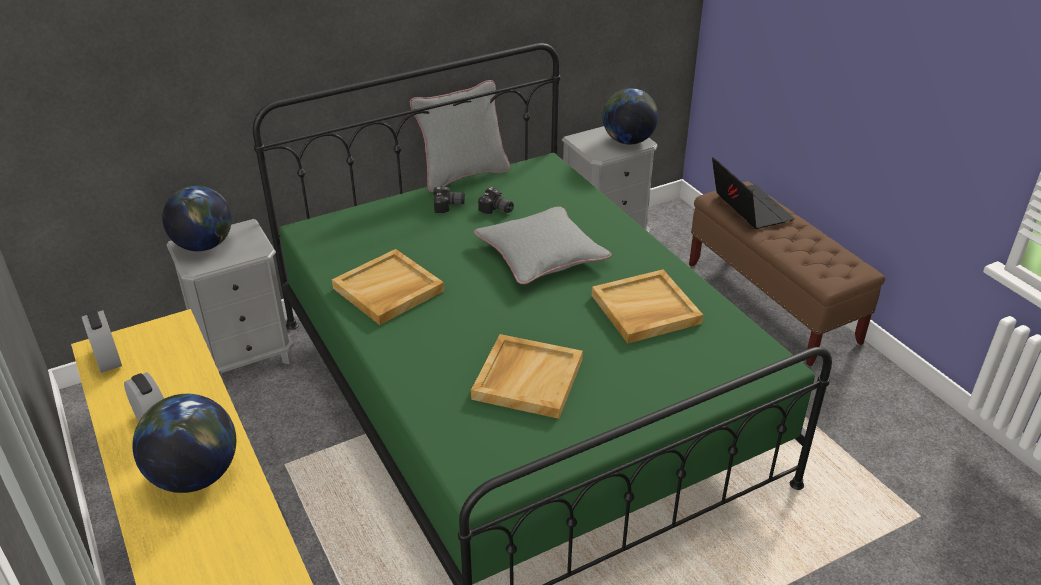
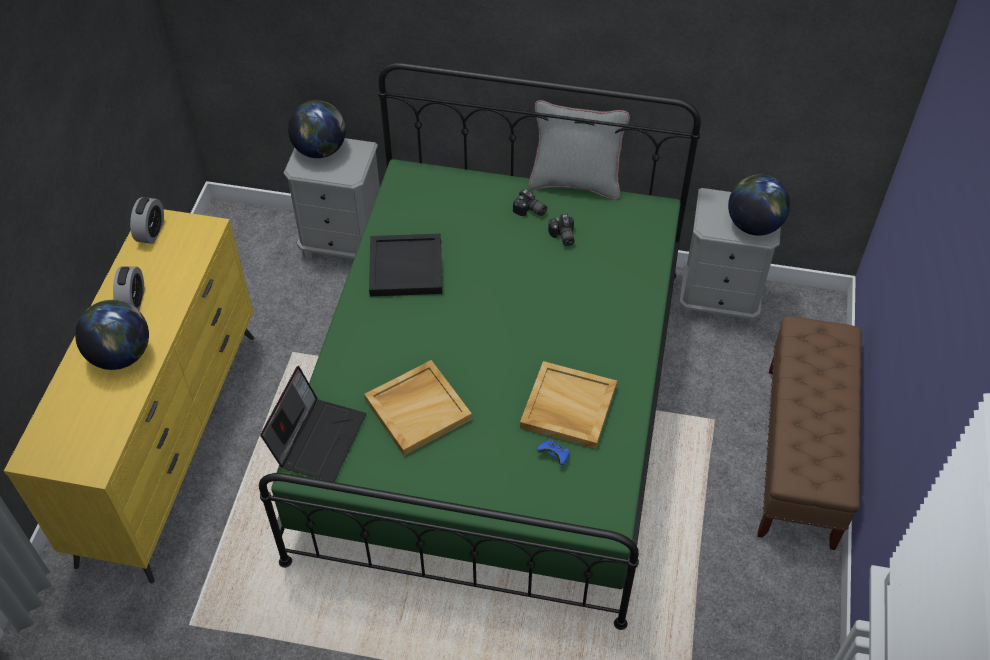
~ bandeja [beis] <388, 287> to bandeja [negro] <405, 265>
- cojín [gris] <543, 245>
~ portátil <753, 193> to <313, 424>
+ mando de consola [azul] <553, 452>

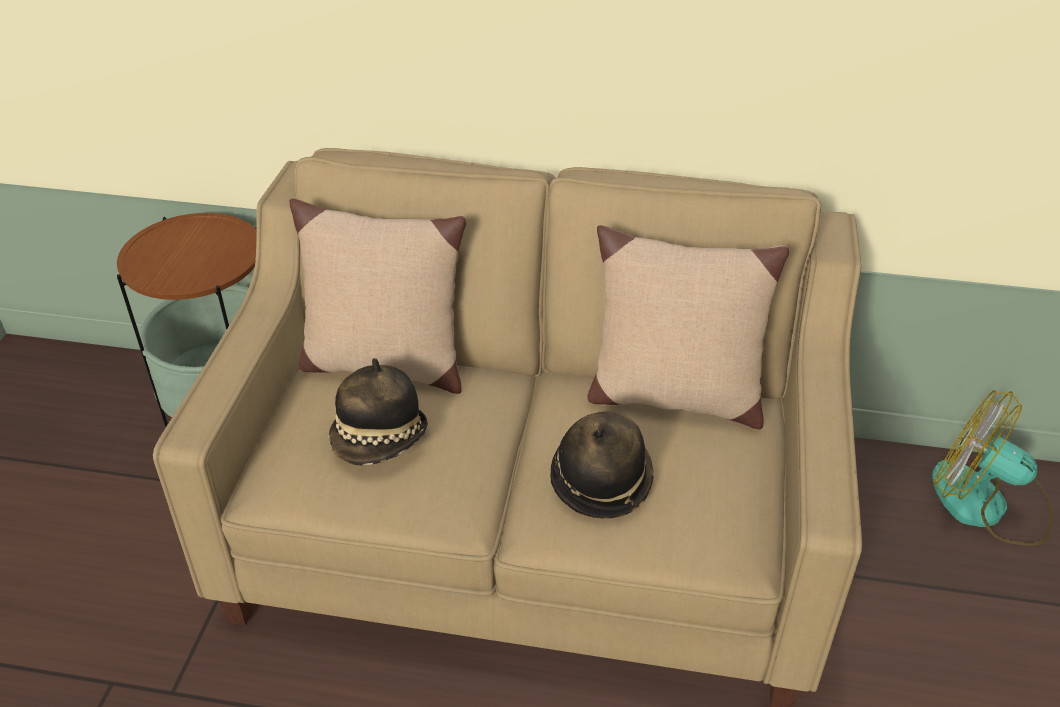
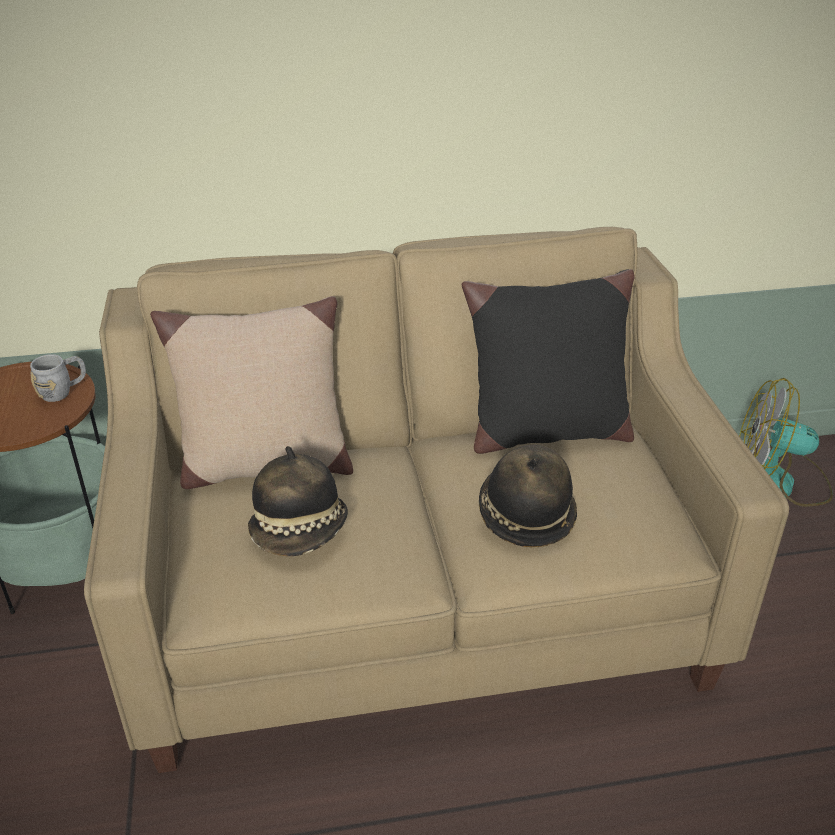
~ cojín [beis] <688, 327> to cojín [negro] <548, 361>
+ taza grande [gris] <58, 378>

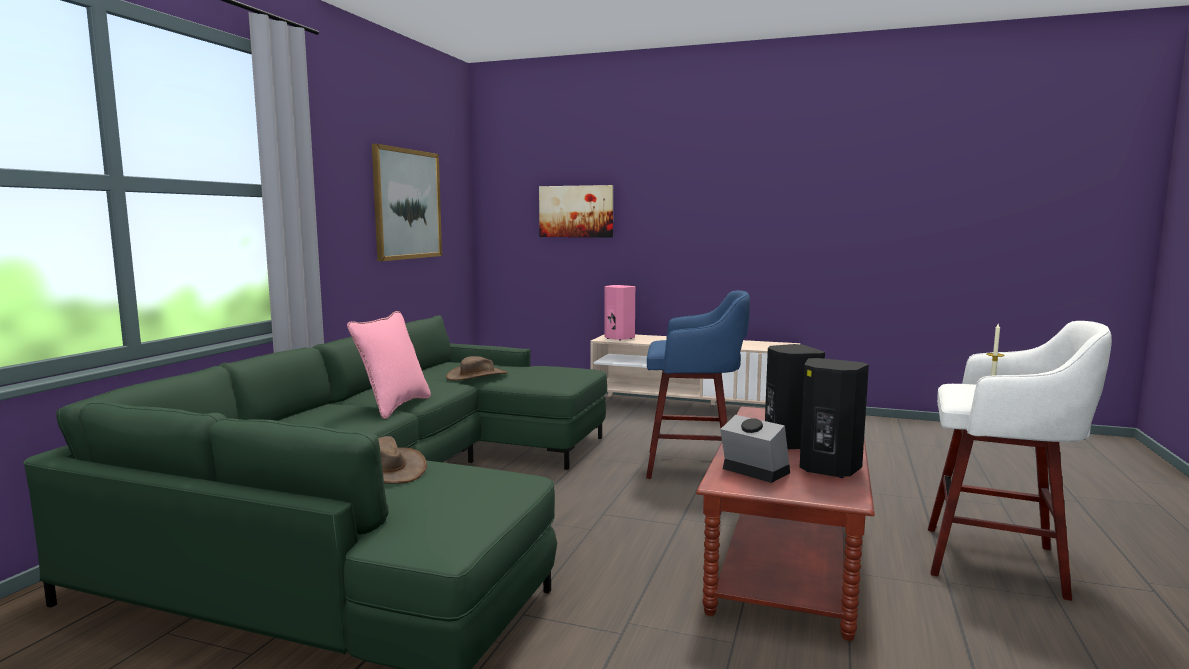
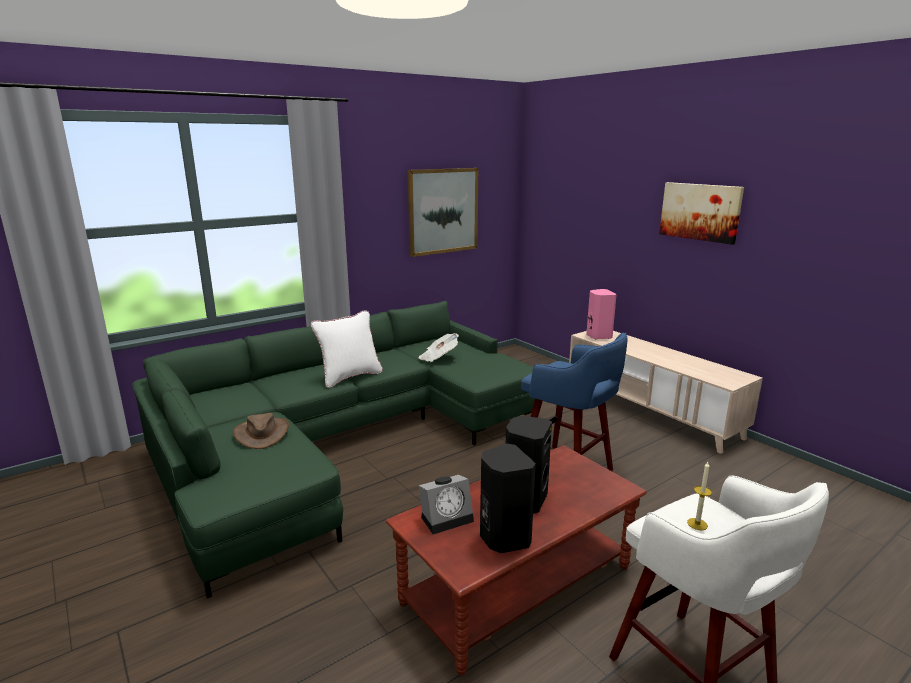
~ cojín [rosa] <389, 365> to cojín [blanco] <346, 349>
~ sombrero [marrón] <477, 368> to periódico <439, 347>
~ cuadro <576, 211> to <701, 213>
~ despertador <755, 449> = <446, 504> 75 degrees clockwise

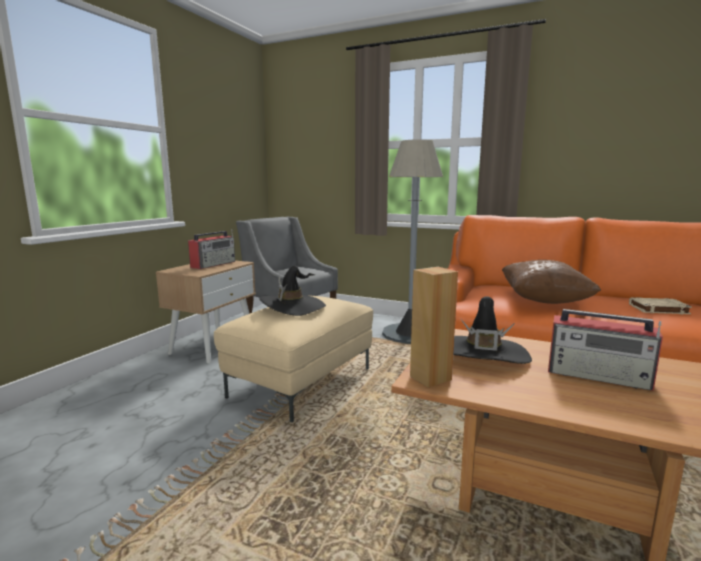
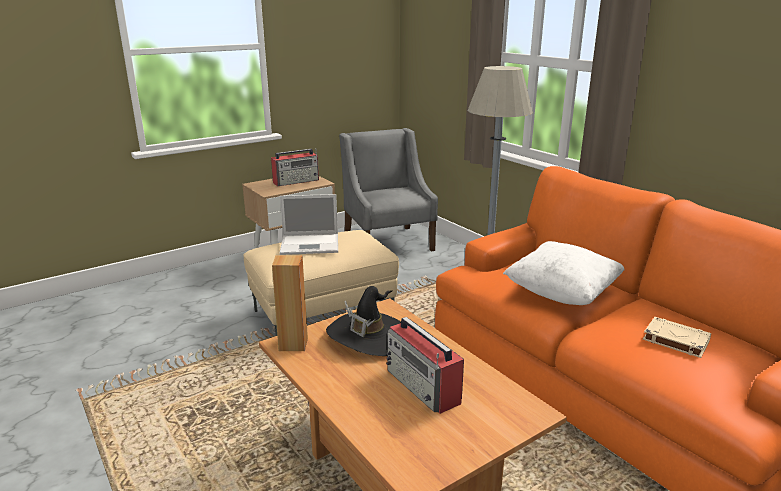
~ sombrero [negro] <292, 290> to portátil <309, 224>
~ cojín [marrón] <551, 282> to cojín [blanco] <564, 273>

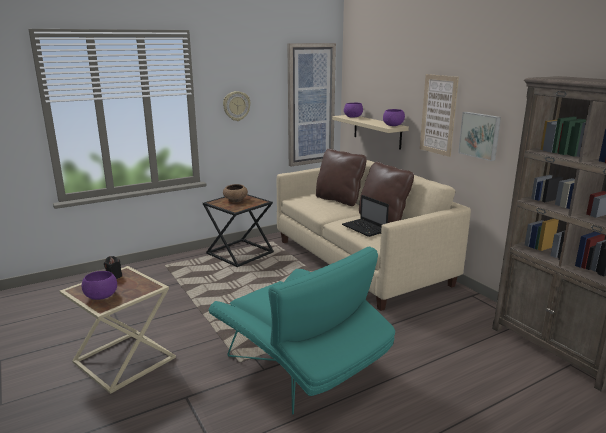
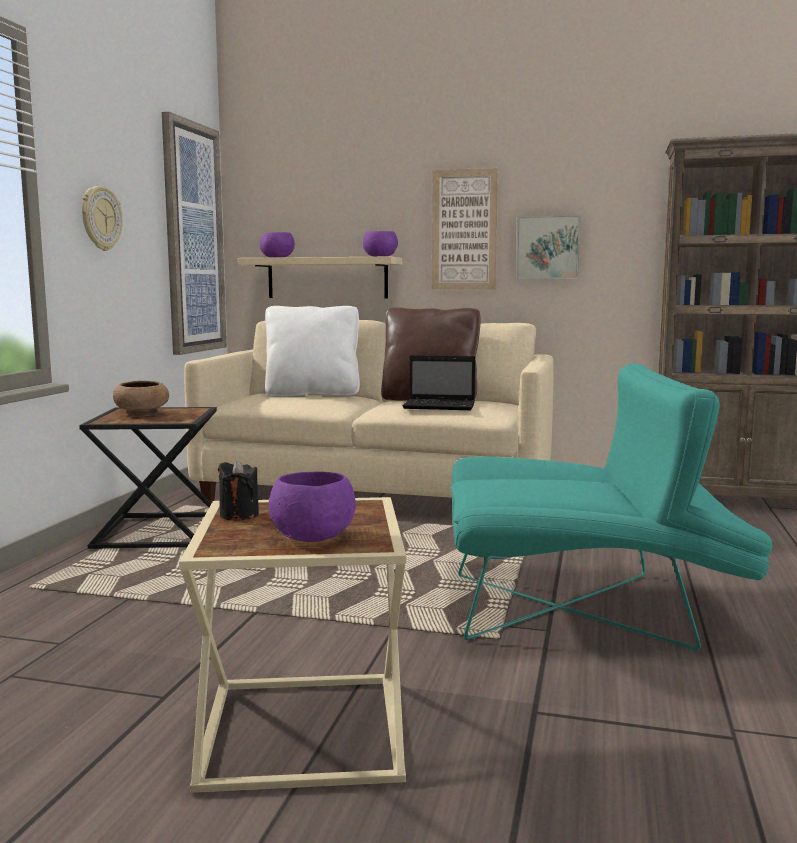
~ cojín [marrón] <341, 177> to cojín [blanco] <312, 351>

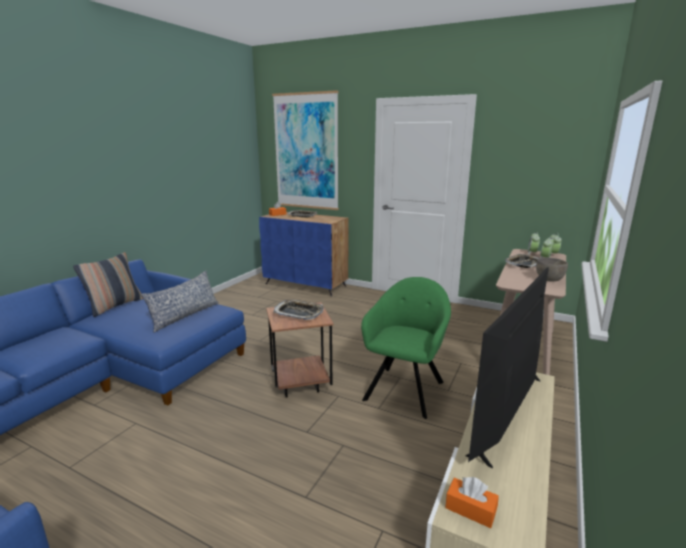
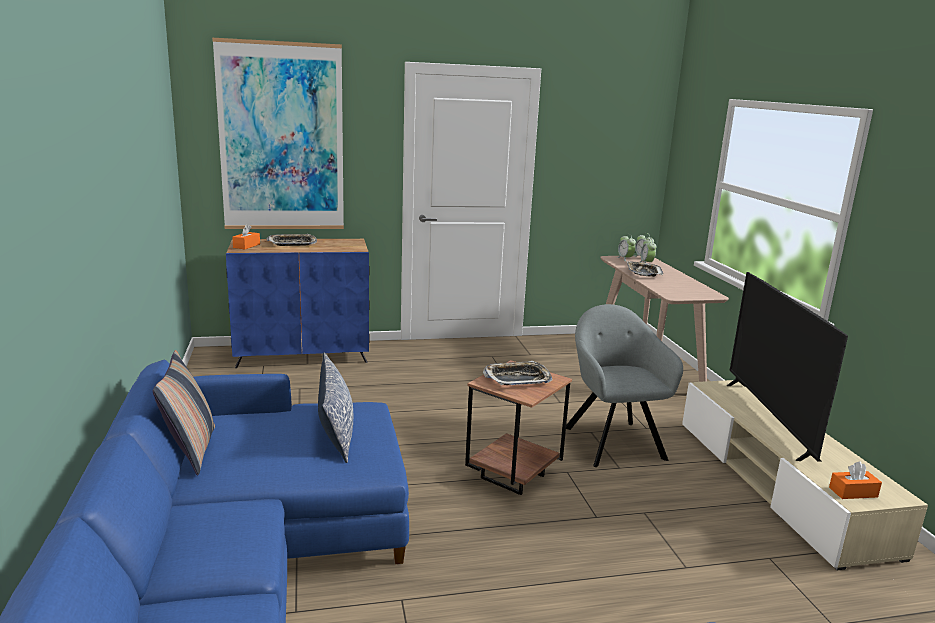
~ sillón [verde] <406, 348> to sillón [gris] <624, 385>
- cuenco [gris] <552, 269>

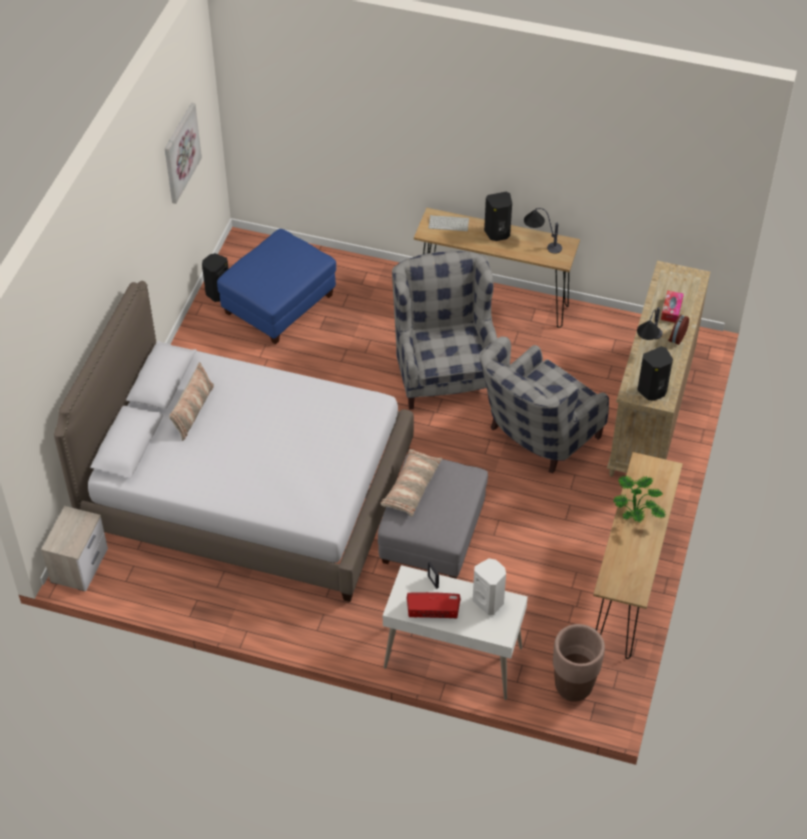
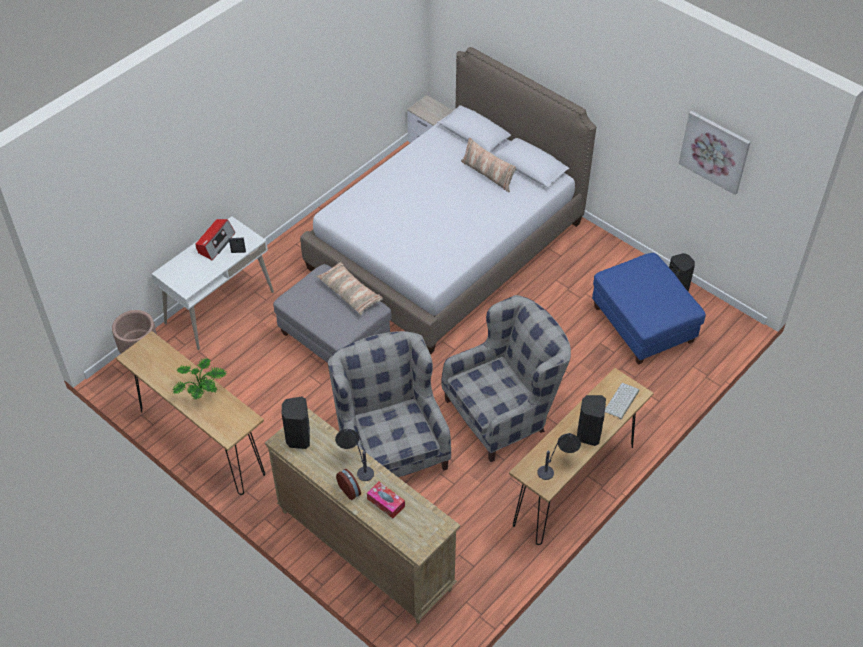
~ sillón [gris] <445, 330> = <506, 378> 45 degrees counterclockwise
- altavoz [blanco] <489, 586>

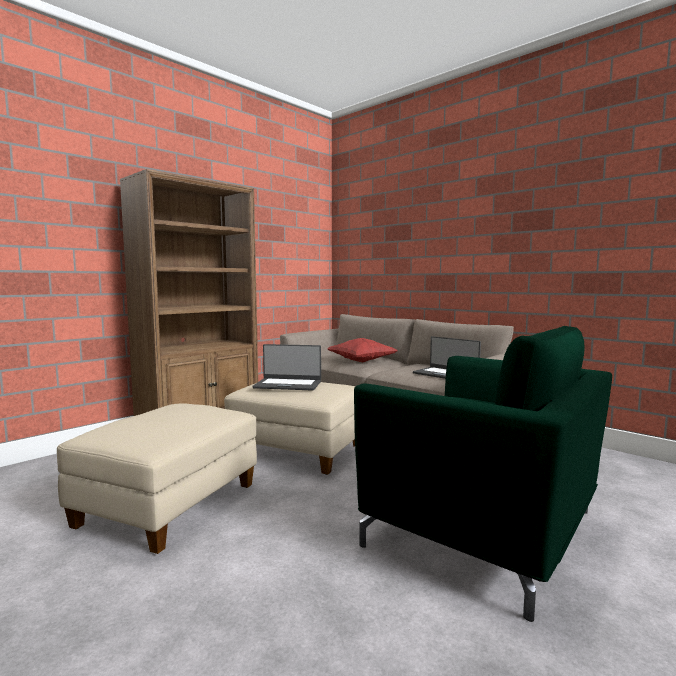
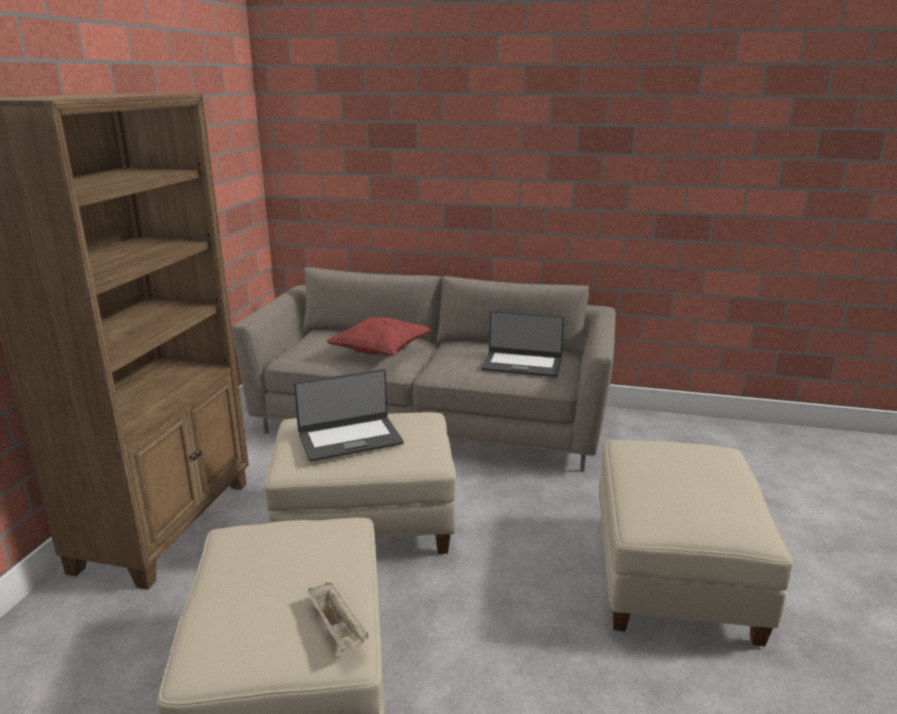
~ sillón [verde] <483, 474> to puf [beis] <696, 543>
+ bandeja [beis] <338, 617>

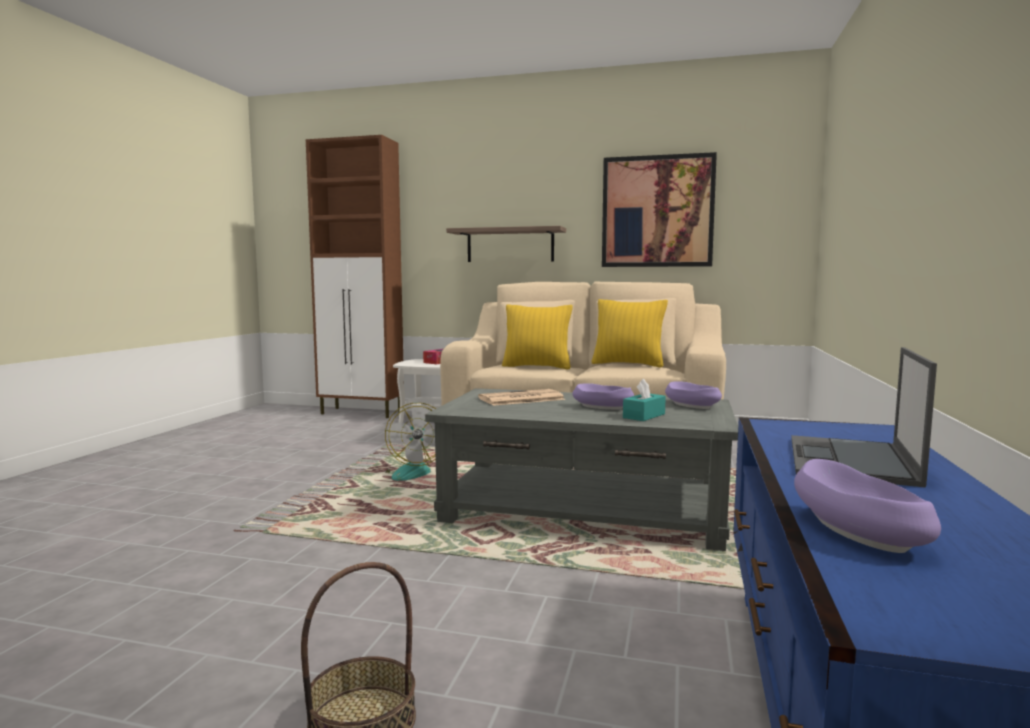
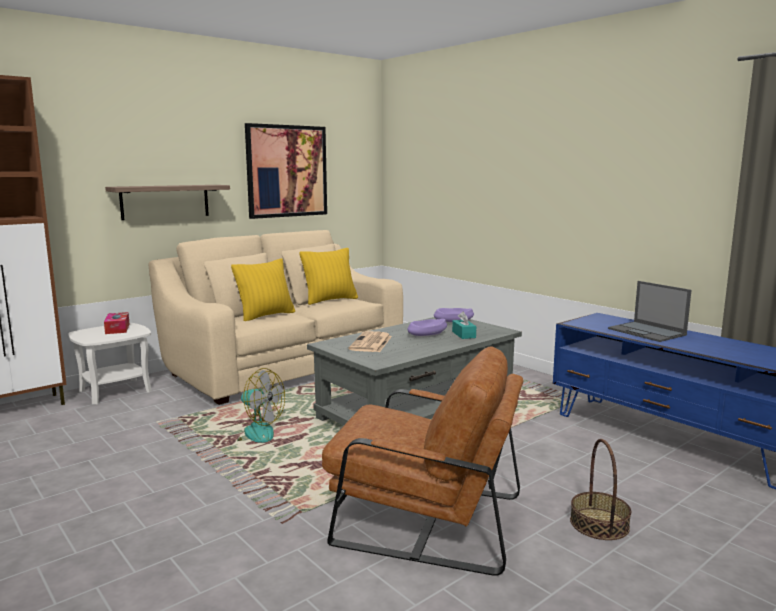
- cuenco [morado] <867, 506>
+ sillón [marrón] <423, 461>

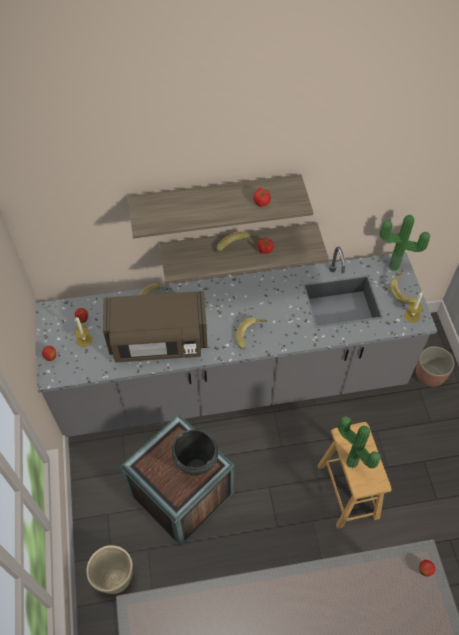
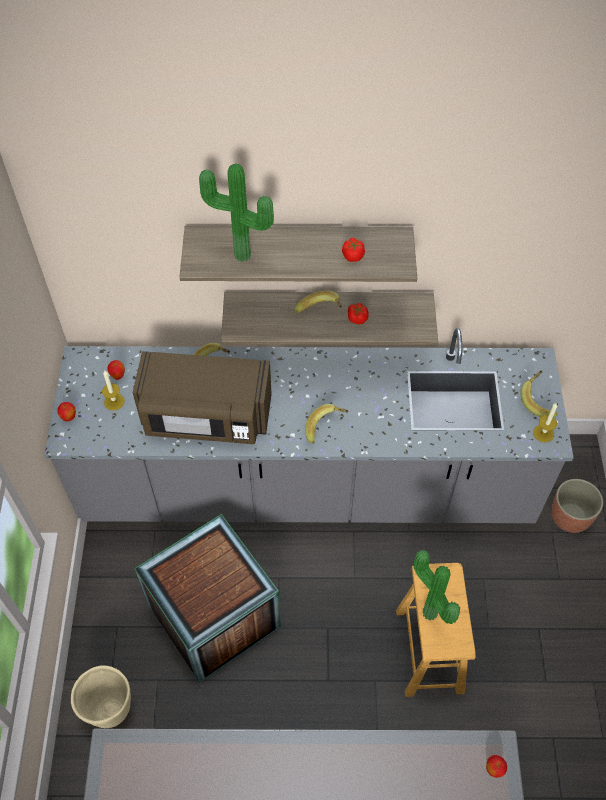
- olla [negro] <195, 452>
~ planta en maceta <405, 243> to <236, 212>

